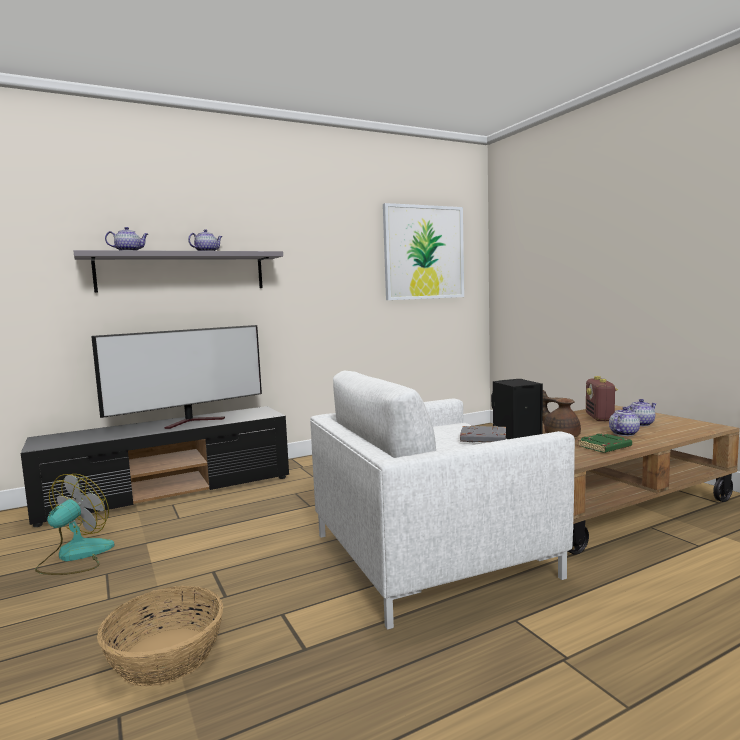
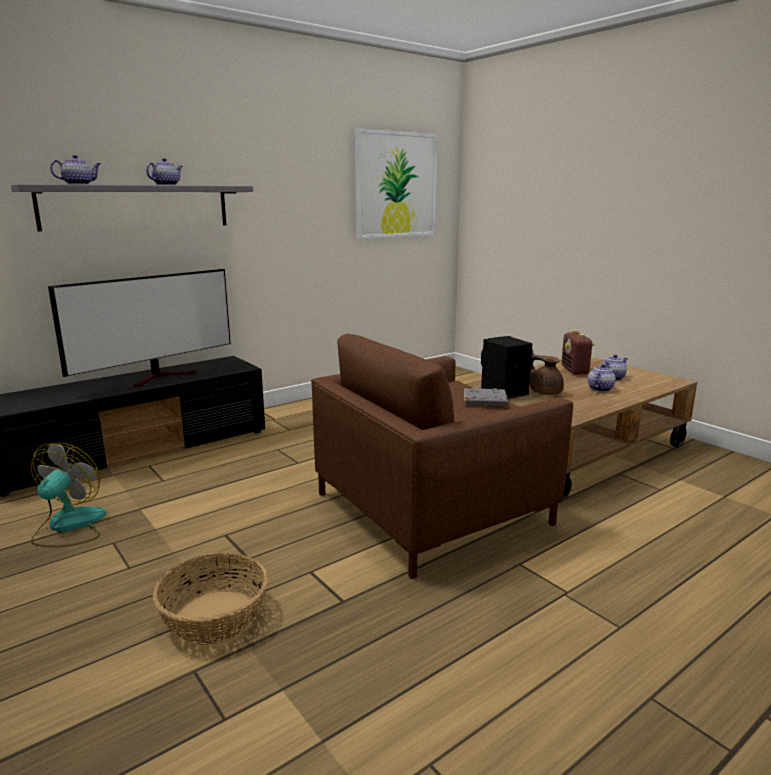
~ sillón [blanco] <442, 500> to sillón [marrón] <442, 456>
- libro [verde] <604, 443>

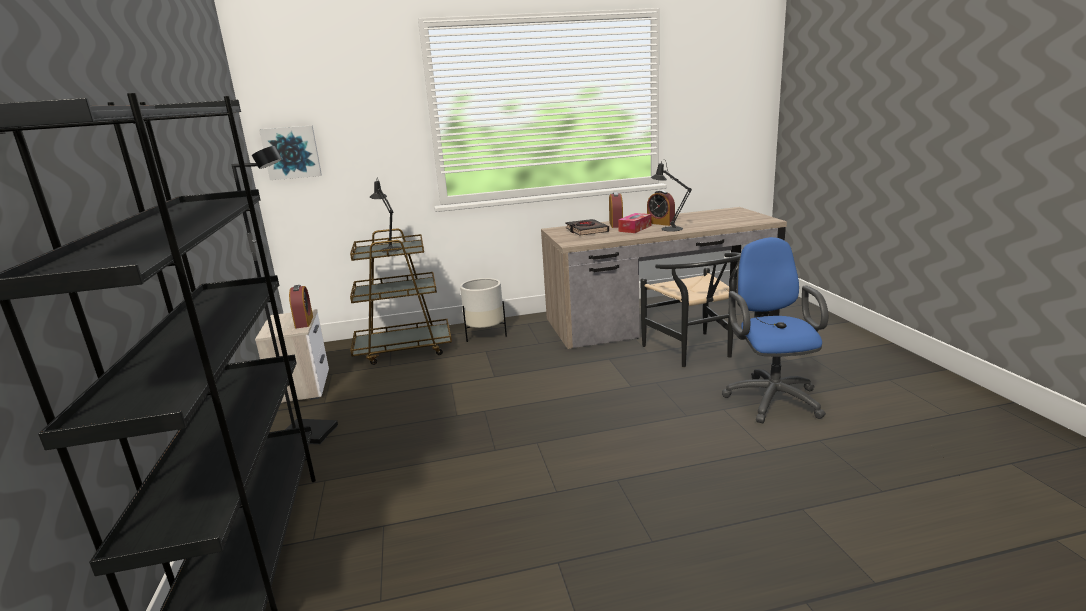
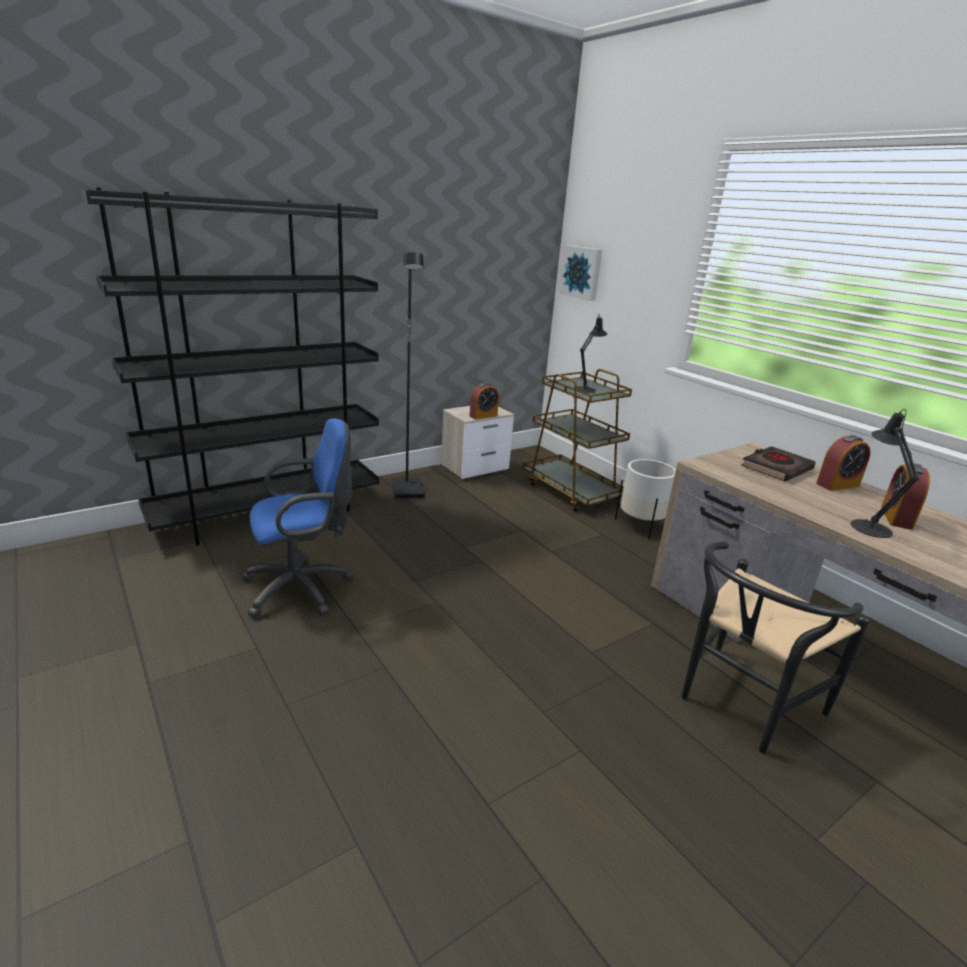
- caja de pañuelos <635, 223>
~ silla de oficina [azul] <775, 330> to <297, 518>

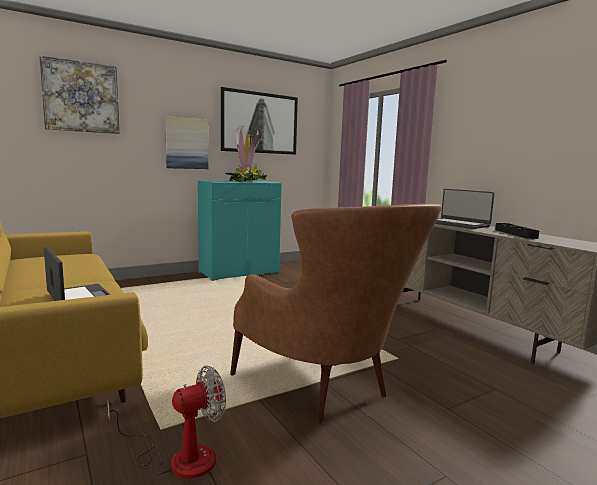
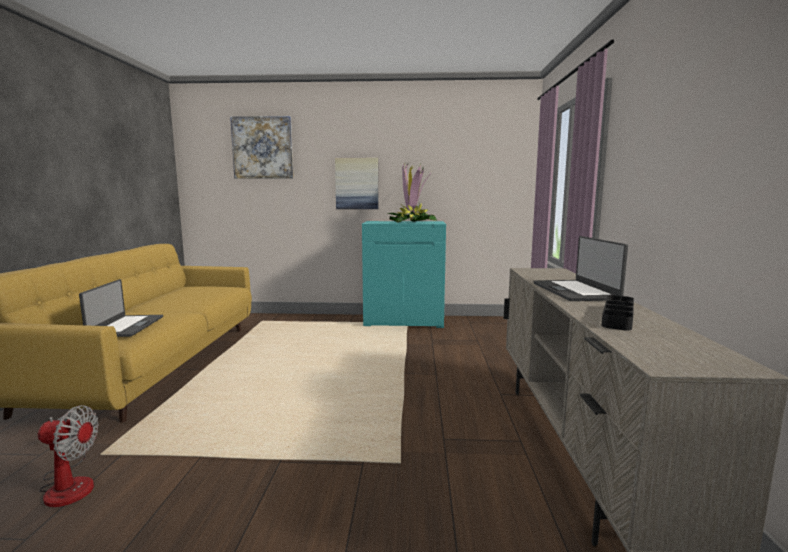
- cuadro <259, 121>
- sillón [marrón] <336, 313>

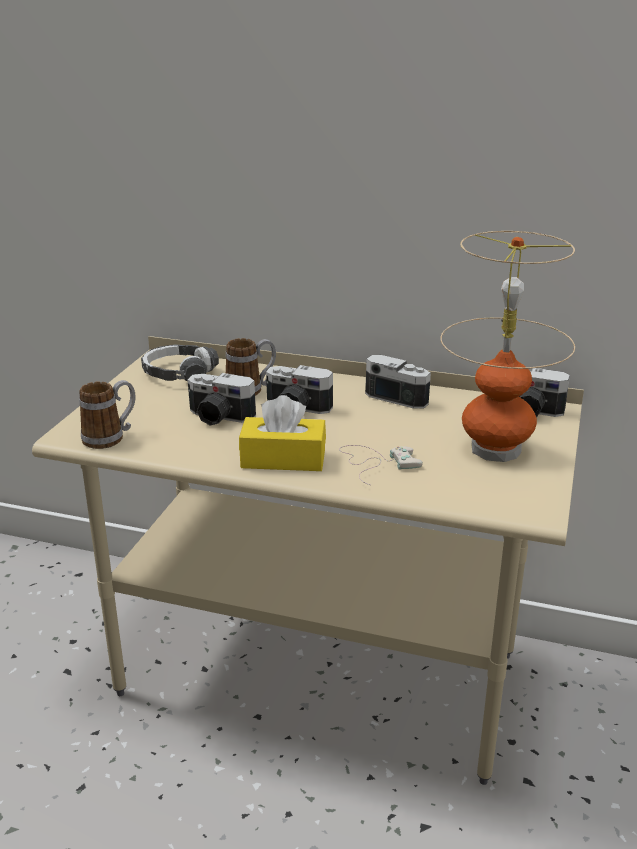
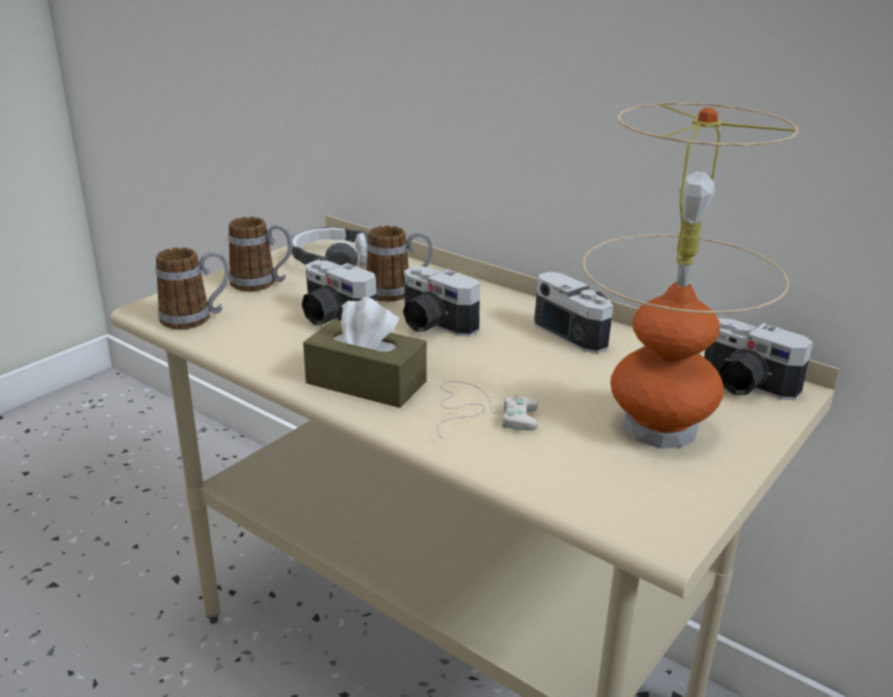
~ caja de pañuelos [amarillo] <282, 433> to caja de pañuelos [marrón] <365, 352>
+ taza grande <260, 254>

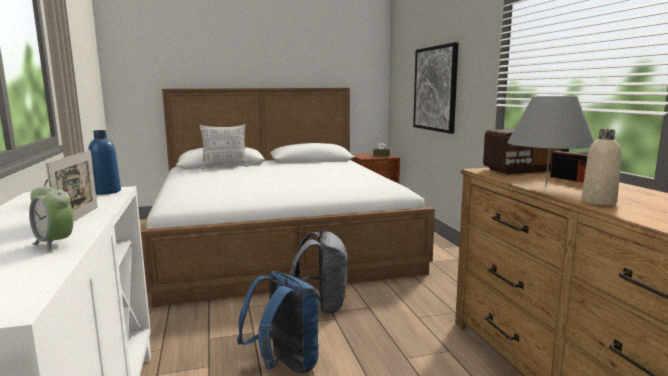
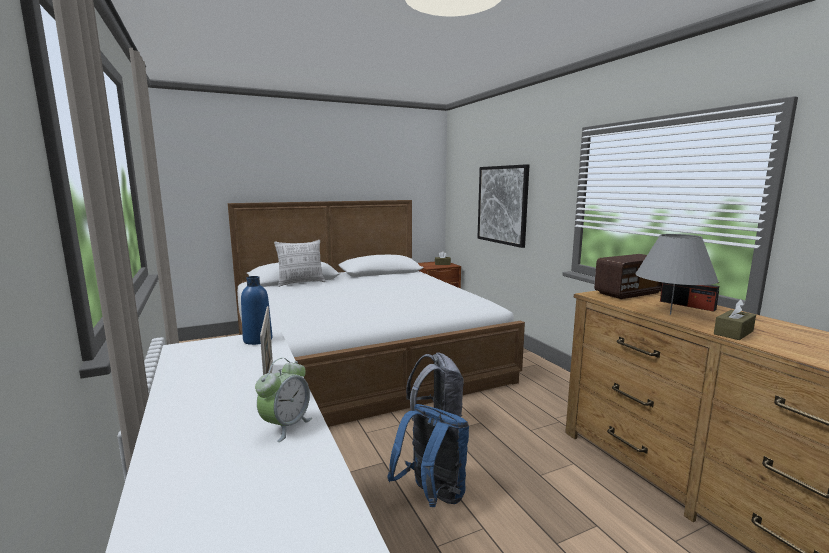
~ despertador <51, 216> = <283, 400> 90 degrees counterclockwise
~ botella [beis] <601, 167> to caja de pañuelos [marrón] <735, 319>

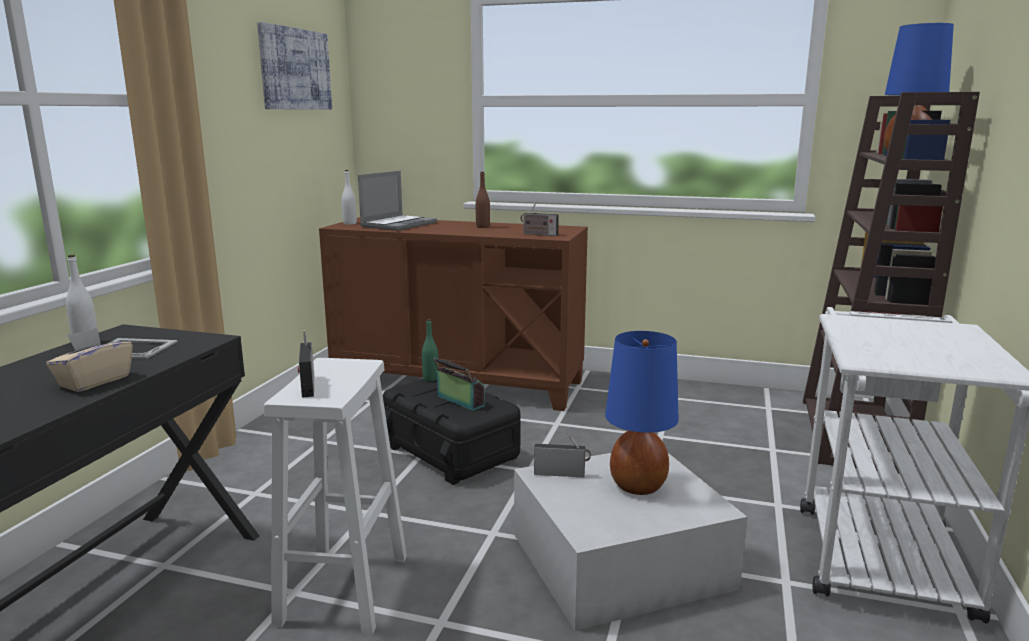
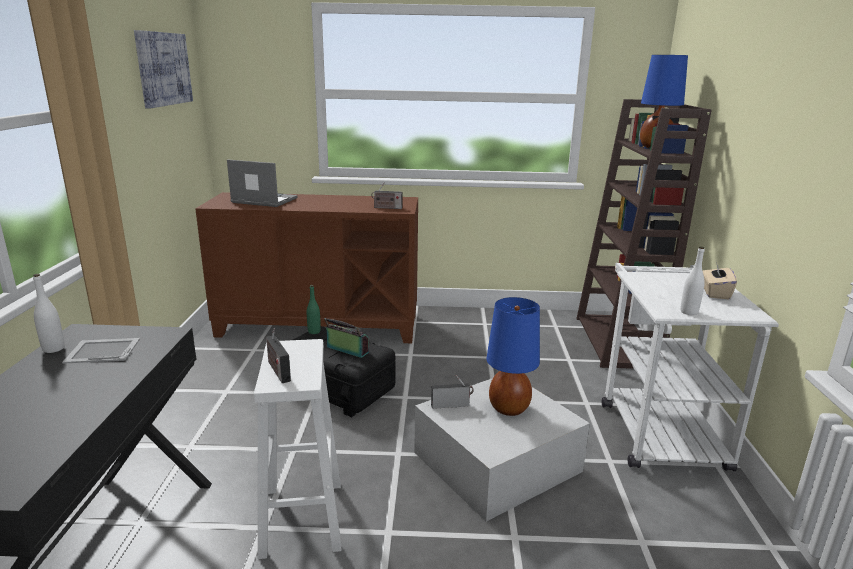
~ caja de pañuelos [beis] <89, 359> to <720, 281>
~ botella [blanco] <349, 197> to <692, 280>
~ portátil <397, 201> = <262, 183> 90 degrees counterclockwise
- botella [marrón] <483, 200>

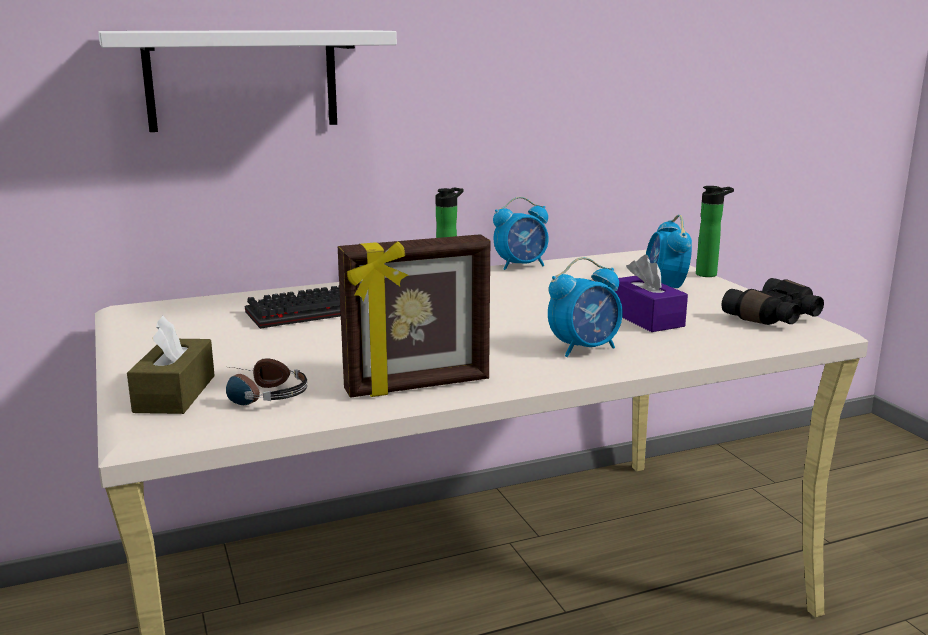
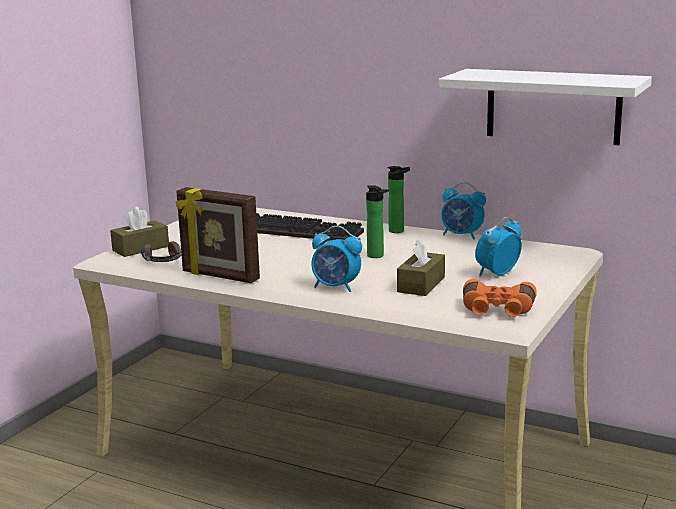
~ estante [blanco] <247, 81> to <545, 107>
~ caja de pañuelos [morado] <651, 293> to caja de pañuelos [marrón] <421, 267>
~ botella <715, 231> to <377, 221>
~ prismáticos [negro] <773, 301> to prismáticos [naranja] <500, 298>

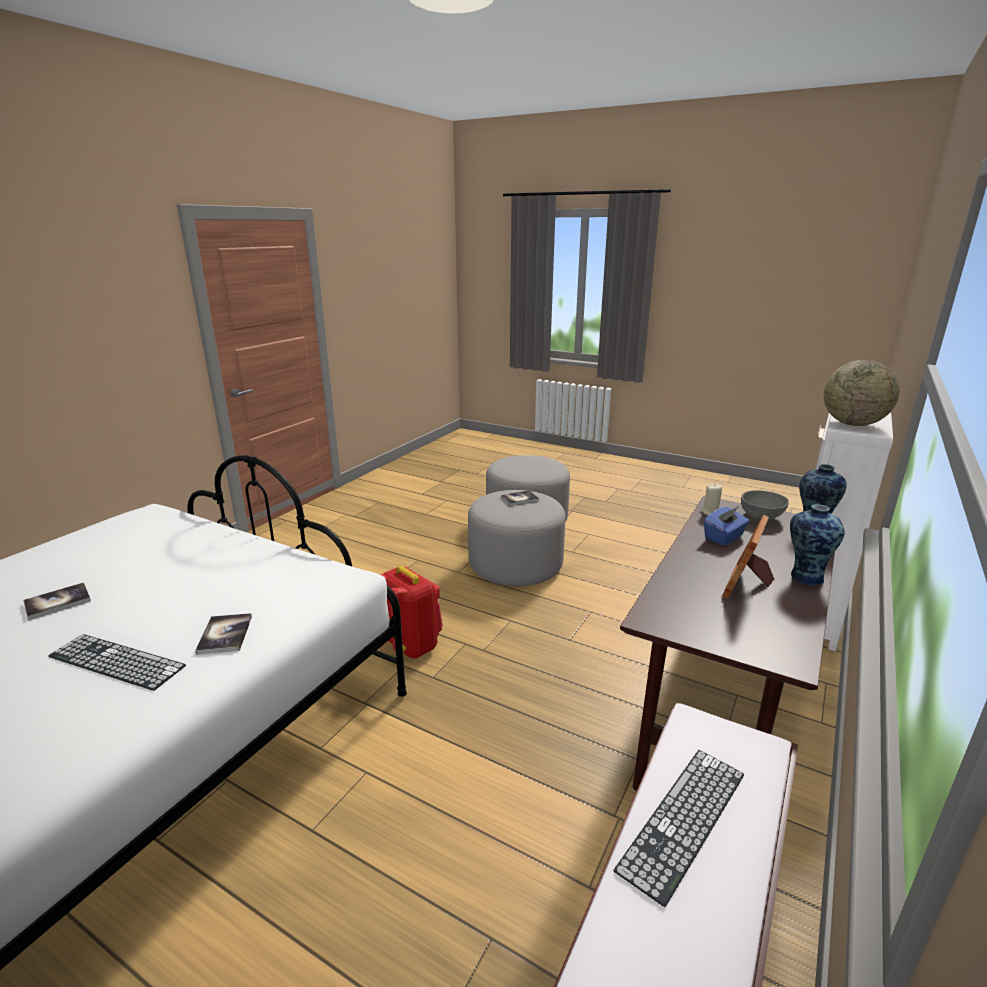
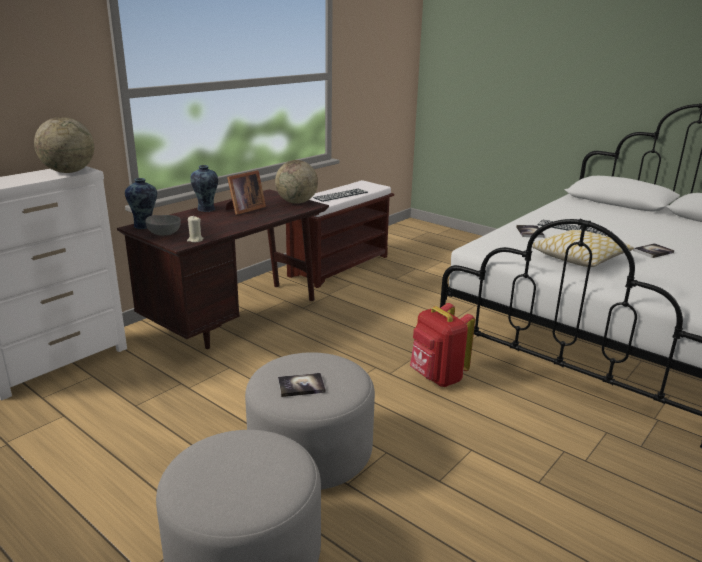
- caja de pañuelos [azul] <727, 526>
+ globo terráqueo <296, 182>
+ cojín <583, 248>

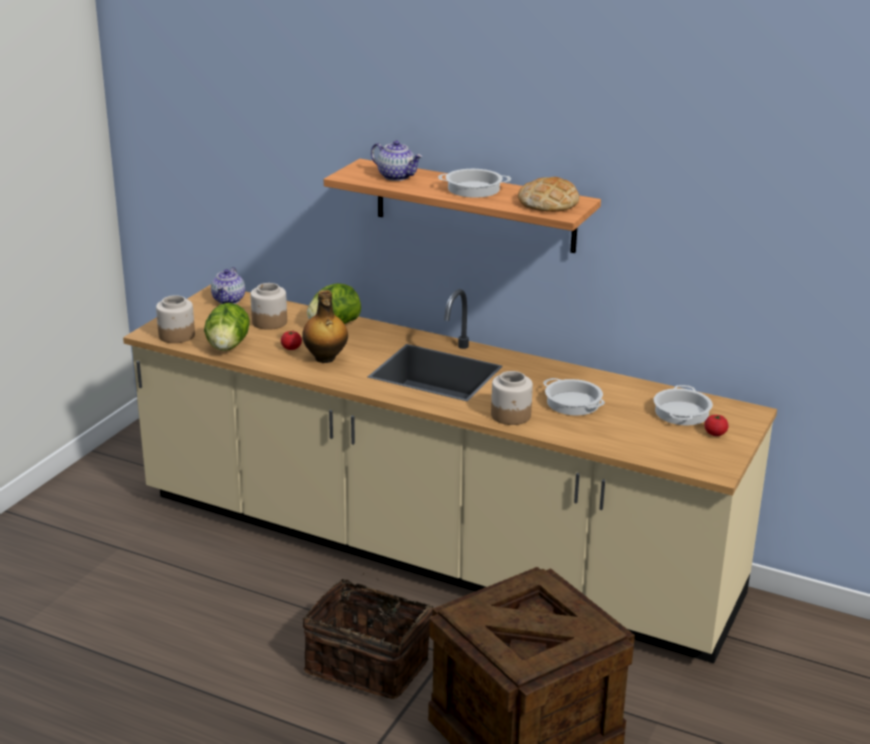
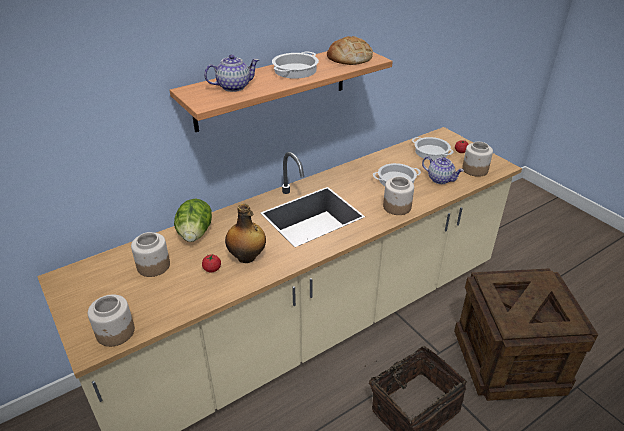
- lechuga <227, 327>
~ tetera <228, 285> to <443, 170>
+ tarro <477, 159>

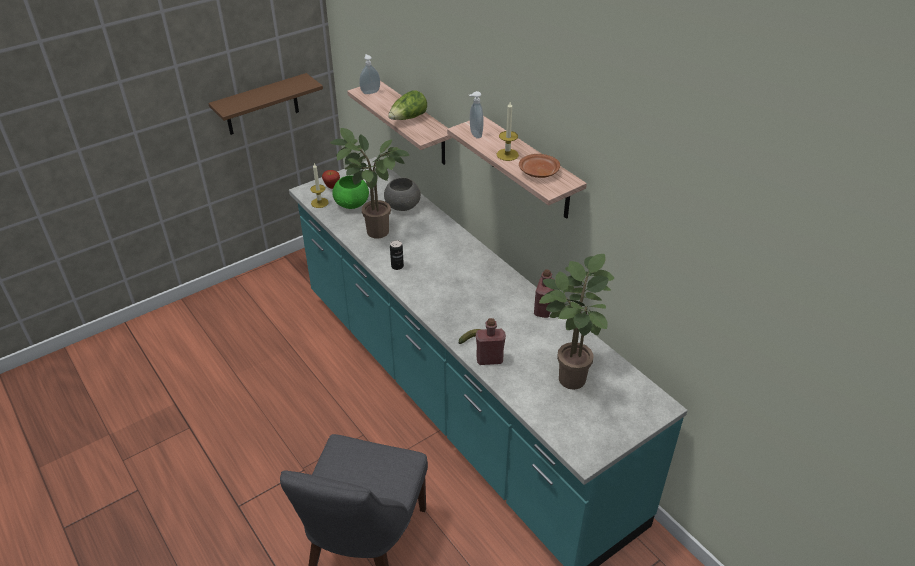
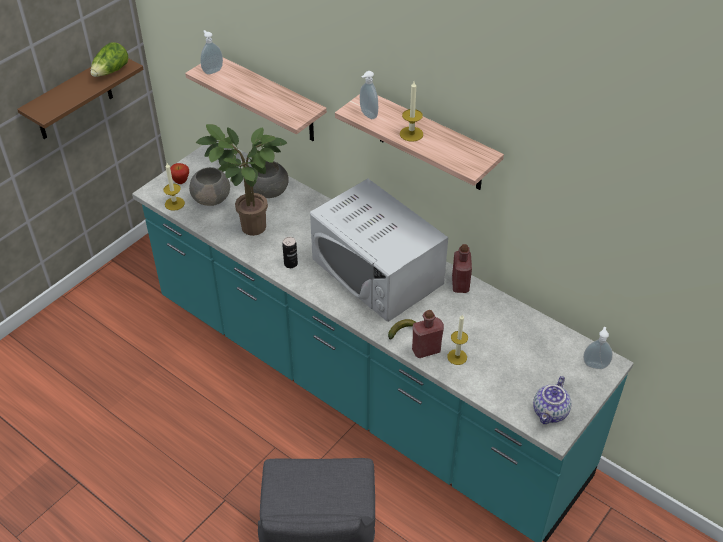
~ cuenco [verde] <350, 192> to cuenco [gris] <209, 186>
~ lechuga <407, 105> to <109, 59>
- plato [marrón] <539, 166>
- planta en maceta <576, 322>
+ microondas [blanco] <379, 250>
+ vela <457, 340>
+ tetera <552, 400>
+ dispensador de jabón <598, 348>

